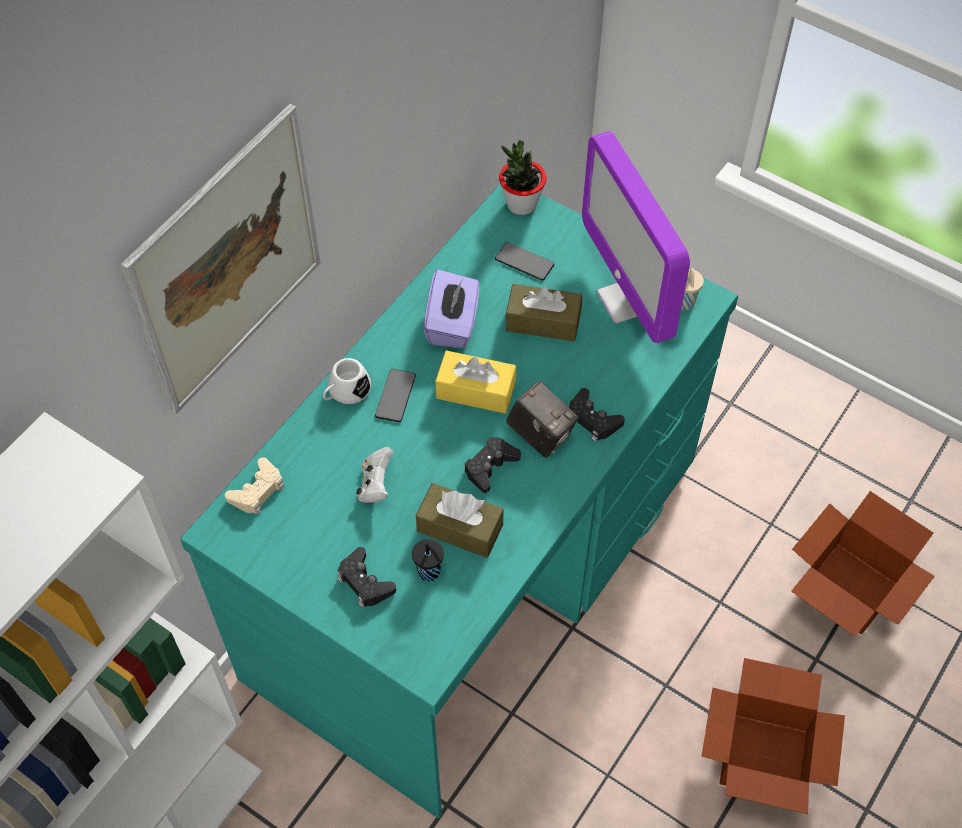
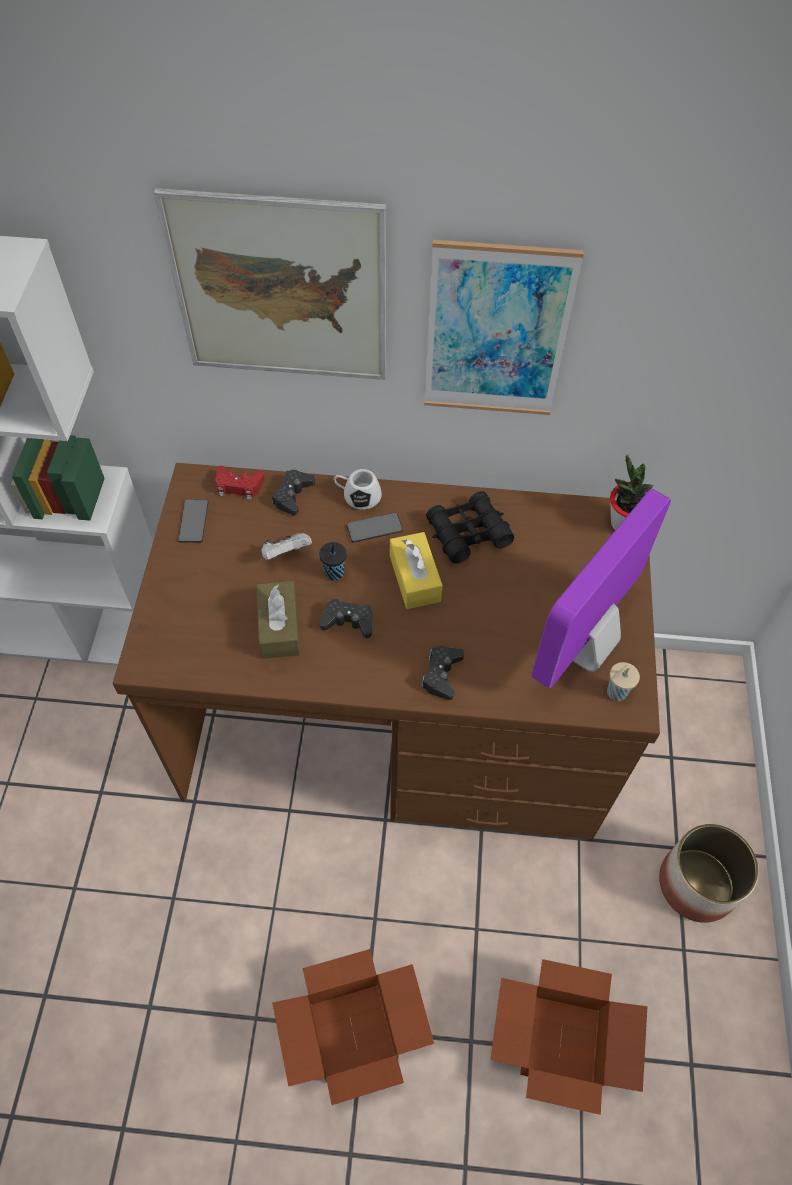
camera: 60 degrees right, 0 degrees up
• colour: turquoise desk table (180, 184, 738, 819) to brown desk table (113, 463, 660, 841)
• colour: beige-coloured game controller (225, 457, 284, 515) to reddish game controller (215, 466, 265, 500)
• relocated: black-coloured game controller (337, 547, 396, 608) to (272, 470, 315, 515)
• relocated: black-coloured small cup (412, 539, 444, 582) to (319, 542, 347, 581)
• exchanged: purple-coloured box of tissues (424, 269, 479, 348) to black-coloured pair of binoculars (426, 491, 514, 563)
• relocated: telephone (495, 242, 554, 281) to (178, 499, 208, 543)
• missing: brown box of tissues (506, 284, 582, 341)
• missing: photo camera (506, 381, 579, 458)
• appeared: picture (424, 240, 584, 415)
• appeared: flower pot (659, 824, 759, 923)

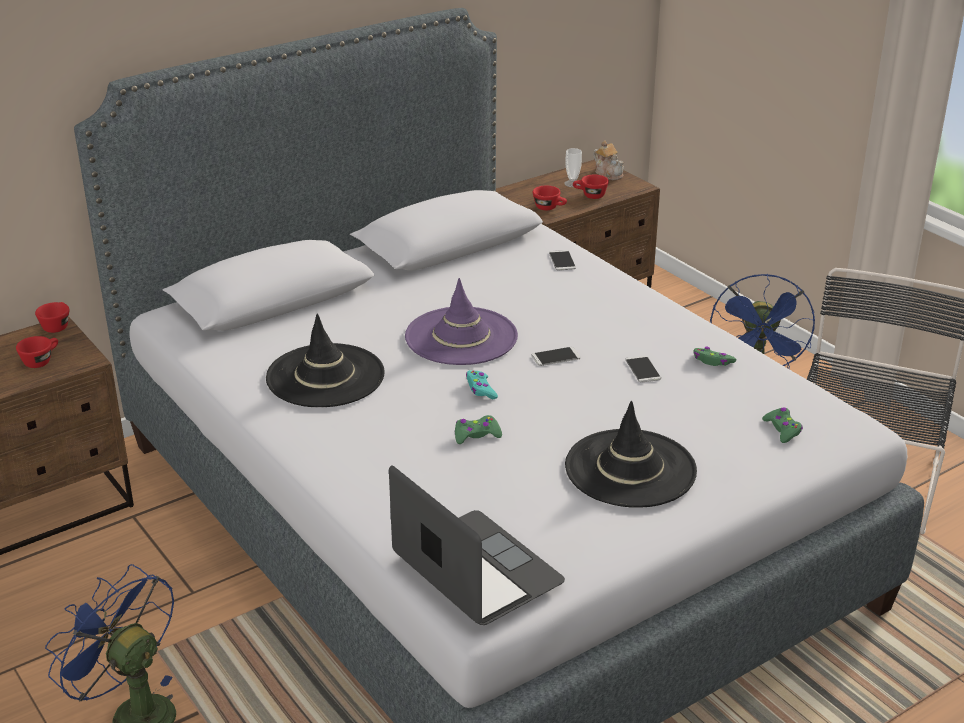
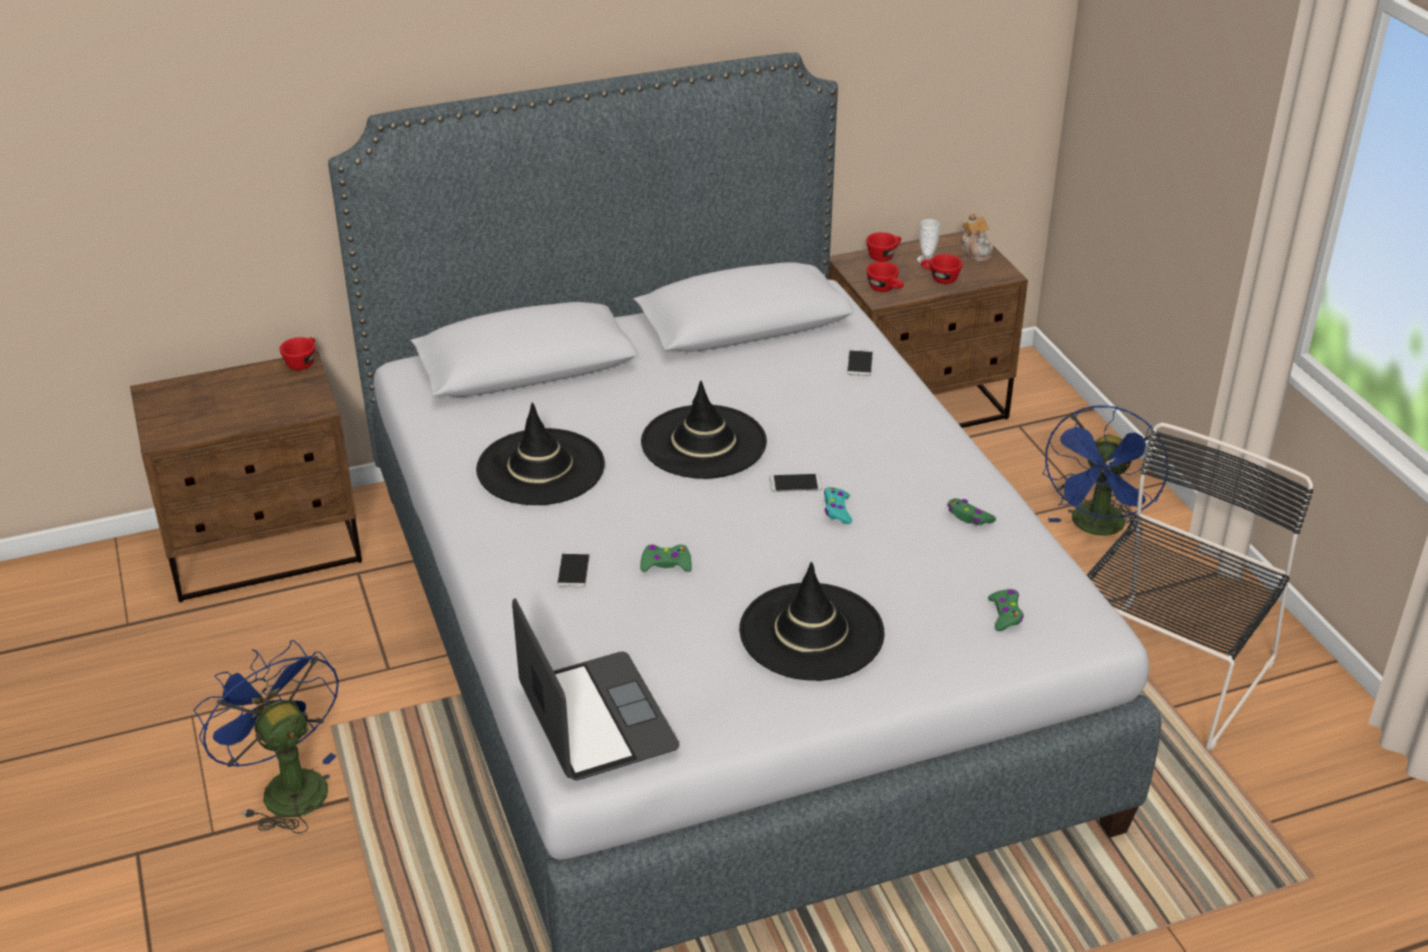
camera: 15 degrees right, 5 degrees up
• relocated: reddish small cup (16, 336, 58, 368) to (866, 232, 901, 262)
• colour: purple-coloured wearable hat (405, 278, 518, 365) to black-coloured wearable hat (641, 381, 767, 479)
• relocated: turquoise game controller (466, 370, 498, 399) to (824, 487, 852, 524)
• relocated: telephone (625, 355, 661, 383) to (557, 551, 590, 588)

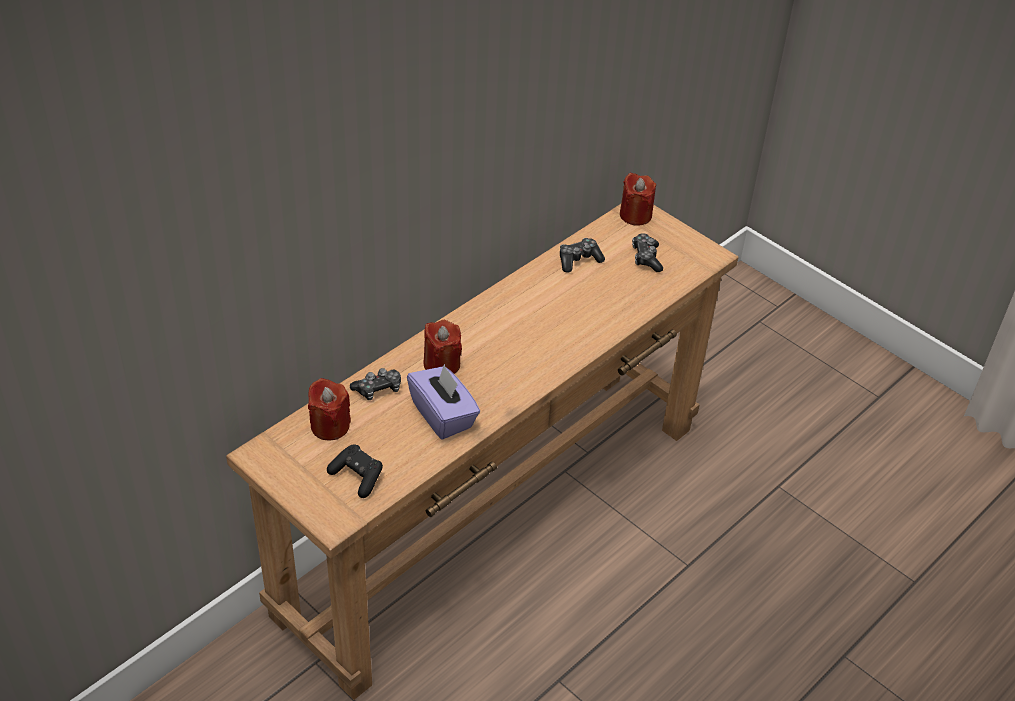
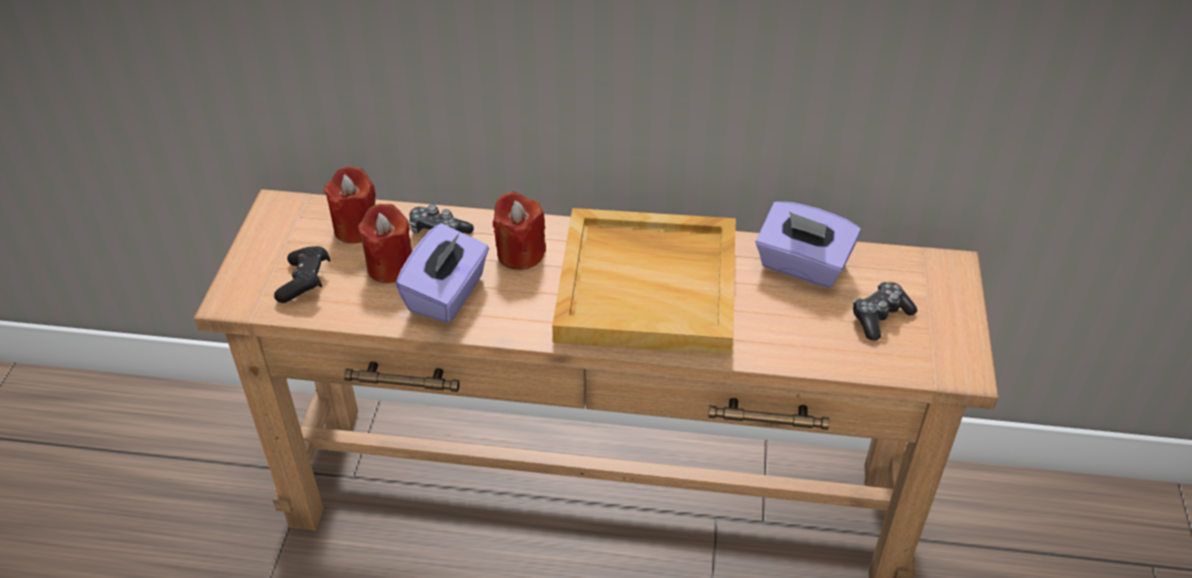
camera: 55 degrees right, 0 degrees up
• exchanged: game controller (560, 238, 605, 273) to purple-coloured box of tissues (755, 202, 861, 288)
• relocated: reddish candle (620, 173, 656, 226) to (358, 204, 412, 283)
• appeared: beige-coloured carrying tray (552, 208, 736, 356)

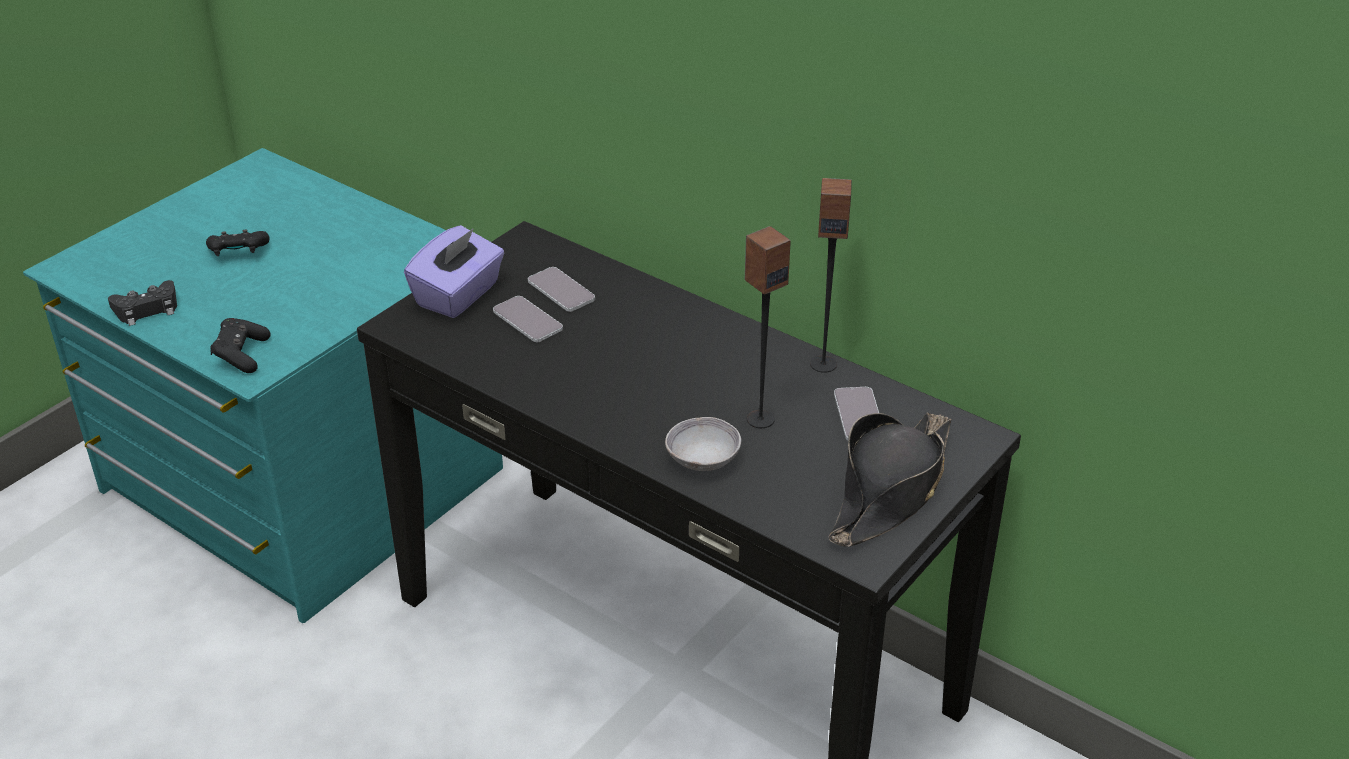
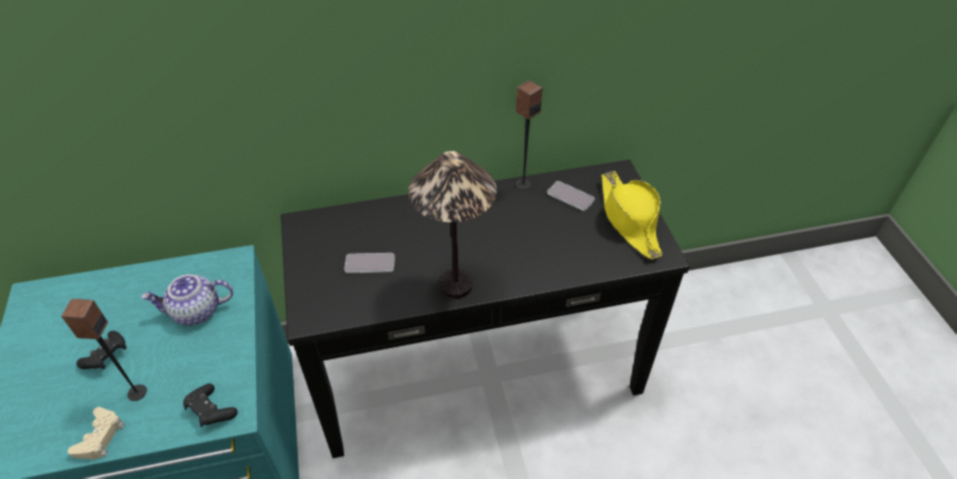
camera: 50 degrees left, 10 degrees up
• colour: black-coloured game controller (108, 280, 177, 326) to beige-coloured game controller (68, 407, 124, 459)
• missing: purple-coloured box of tissues (404, 225, 504, 318)
• missing: telephone (528, 267, 595, 312)
• missing: grey serving bowl (665, 417, 741, 471)
• relocated: loudspeaker (745, 226, 791, 428) to (61, 299, 147, 401)
• colour: black-coloured wearable hat (828, 412, 951, 547) to yellow-coloured wearable hat (602, 171, 662, 259)
• appeared: tea pot (141, 274, 233, 326)
• appeared: lamp for a table (408, 151, 497, 298)

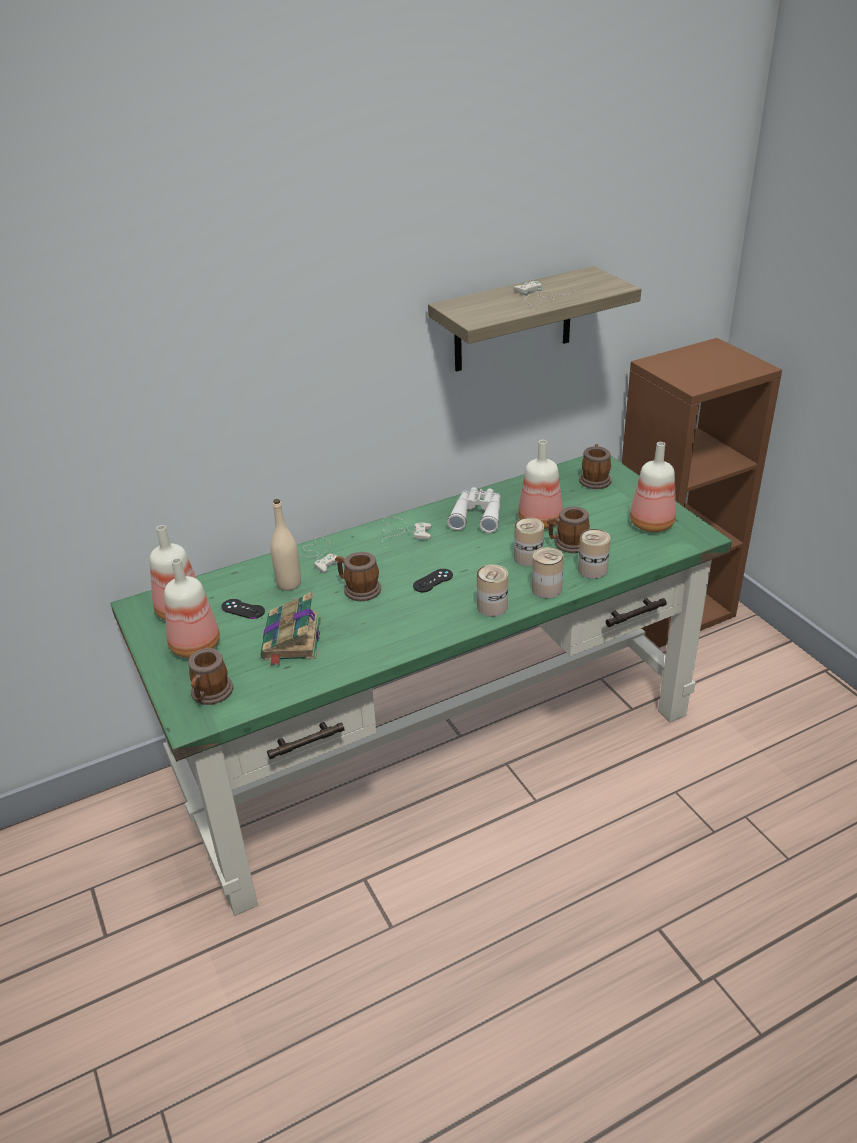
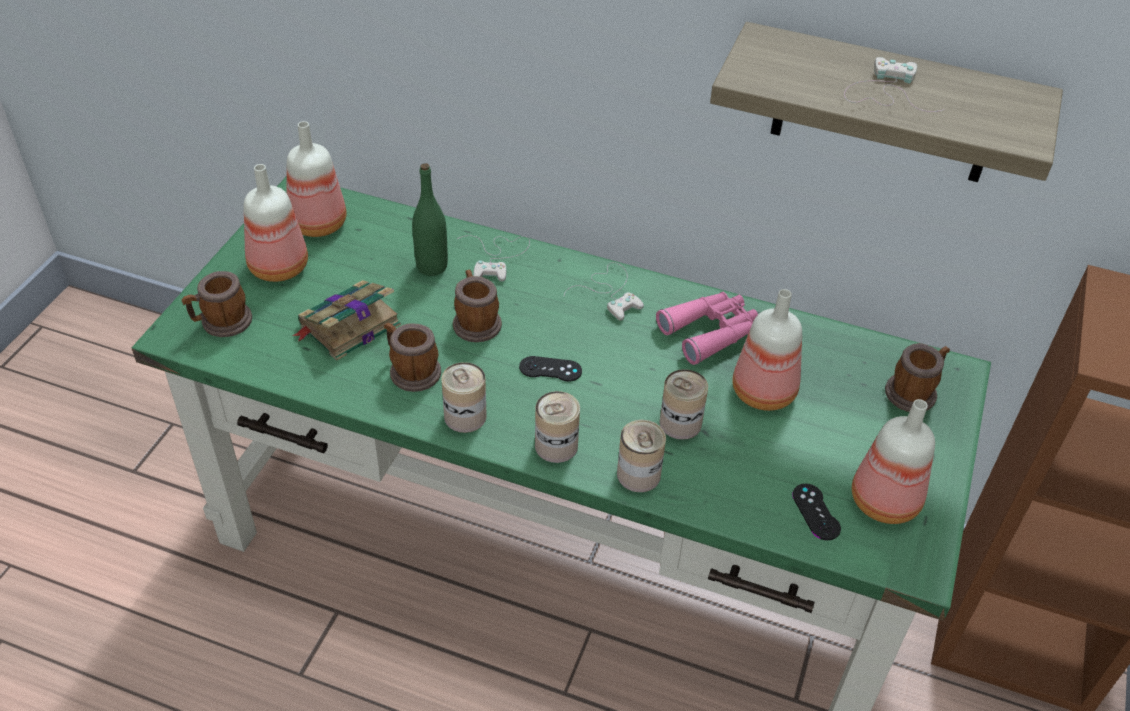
camera: 45 degrees right, 10 degrees up
• relocated: black-coloured game controller (221, 599, 265, 619) to (792, 484, 841, 540)
• colour: beige-coloured bottle (271, 499, 301, 591) to green bottle (412, 163, 448, 276)
• colour: whitish pair of binoculars (447, 487, 501, 533) to pink-coloured pair of binoculars (656, 292, 758, 365)
• relocated: coffee mug (547, 506, 590, 553) to (384, 323, 441, 392)
• relocated: sealed can (578, 529, 611, 579) to (441, 362, 487, 433)

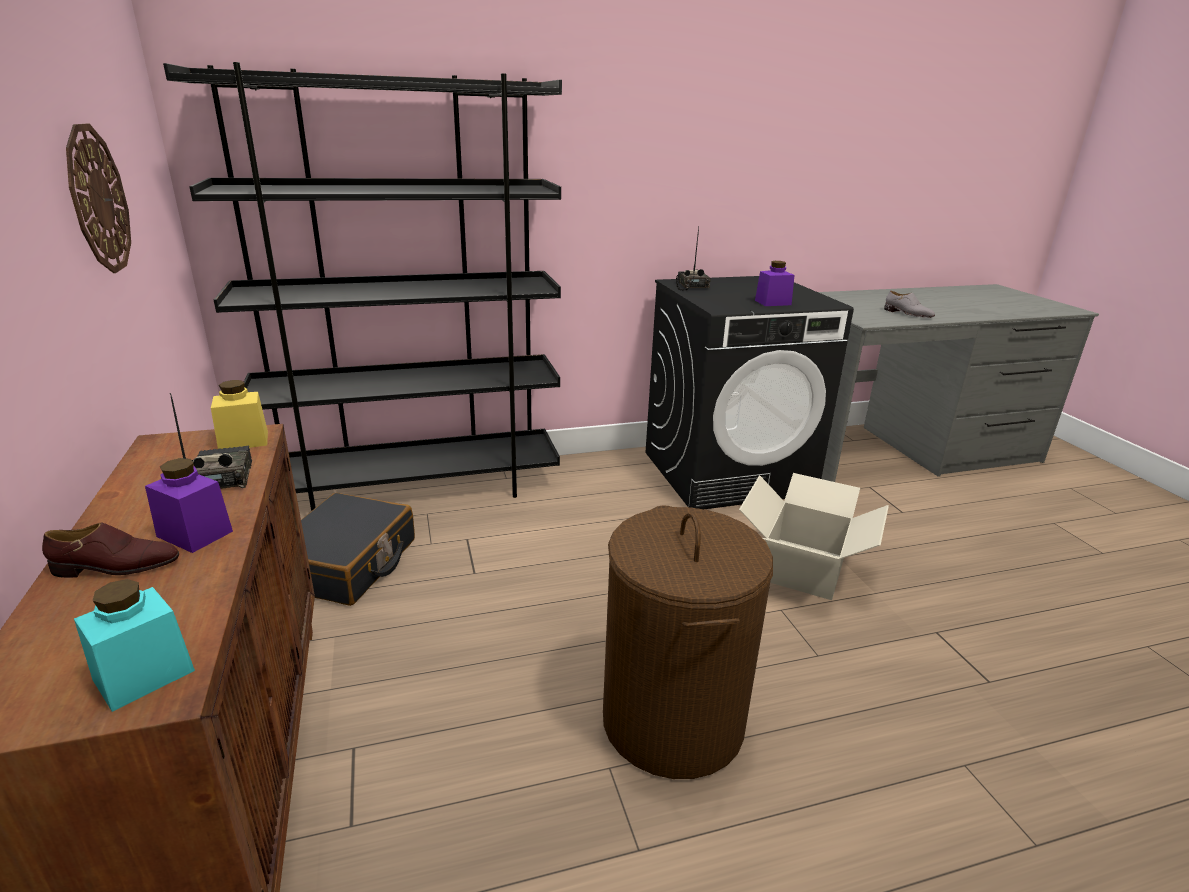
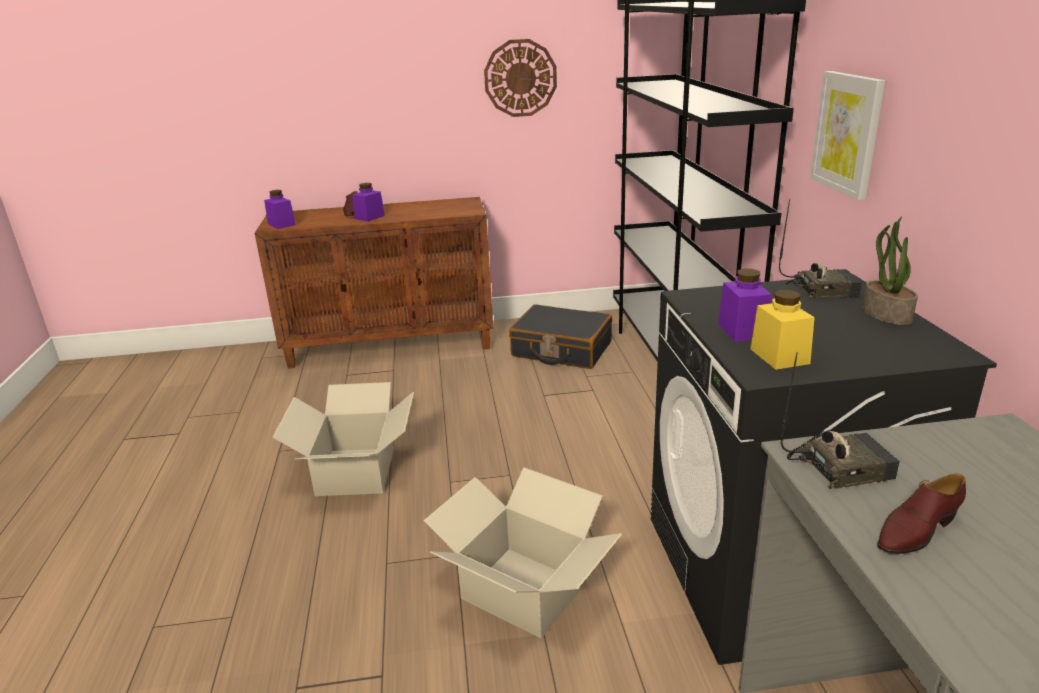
camera: 100 degrees right, 0 degrees up
• colour: turquoise storage jar (74, 579, 195, 712) to purple-coloured storage jar (264, 190, 296, 229)
• relocated: radio set (170, 393, 252, 489) to (781, 352, 900, 489)
• relocated: yellow-coloured storage jar (211, 380, 268, 449) to (751, 290, 815, 370)
• exchanged: brown washing basket (603, 505, 773, 779) to carton (272, 382, 414, 496)
• colour: grey low shoe (884, 291, 935, 318) to brown low shoe (877, 474, 966, 554)
• appeared: picture (810, 71, 885, 200)
• appeared: plant in a pot (862, 216, 918, 325)

